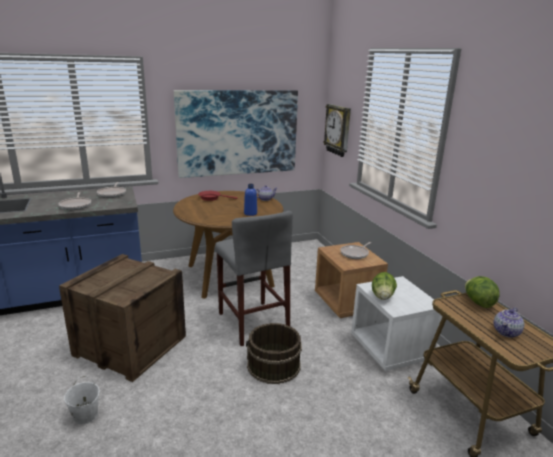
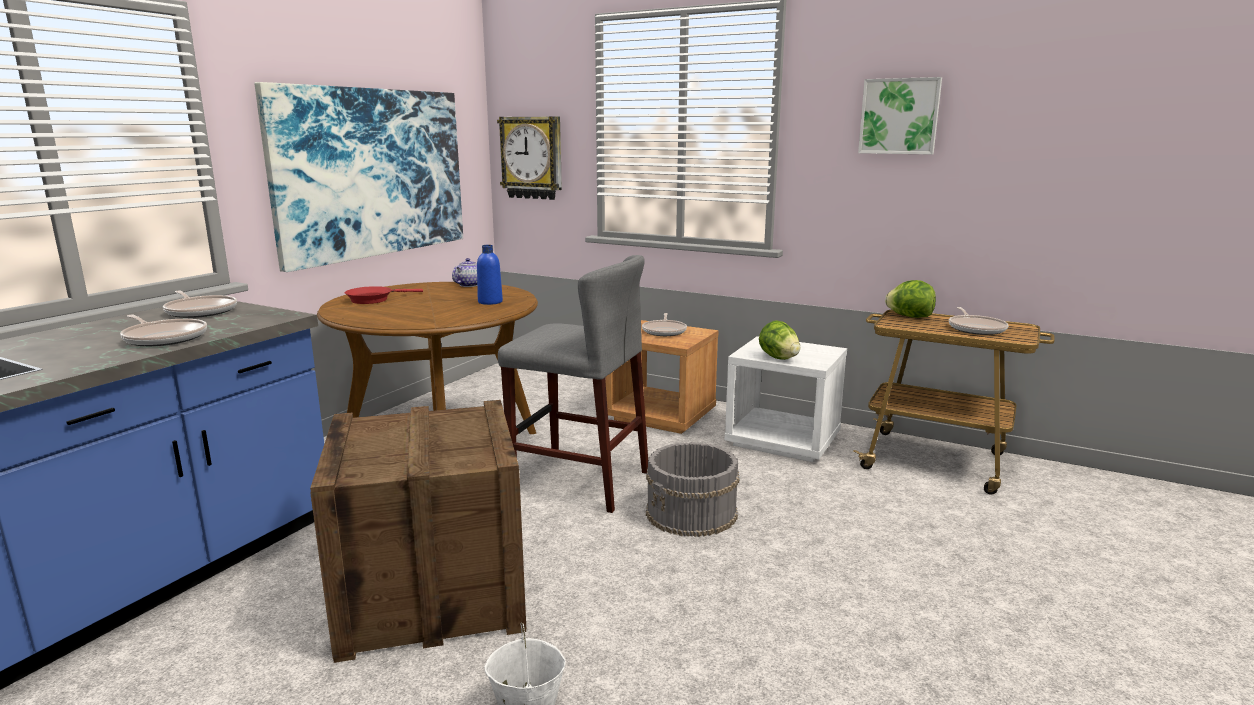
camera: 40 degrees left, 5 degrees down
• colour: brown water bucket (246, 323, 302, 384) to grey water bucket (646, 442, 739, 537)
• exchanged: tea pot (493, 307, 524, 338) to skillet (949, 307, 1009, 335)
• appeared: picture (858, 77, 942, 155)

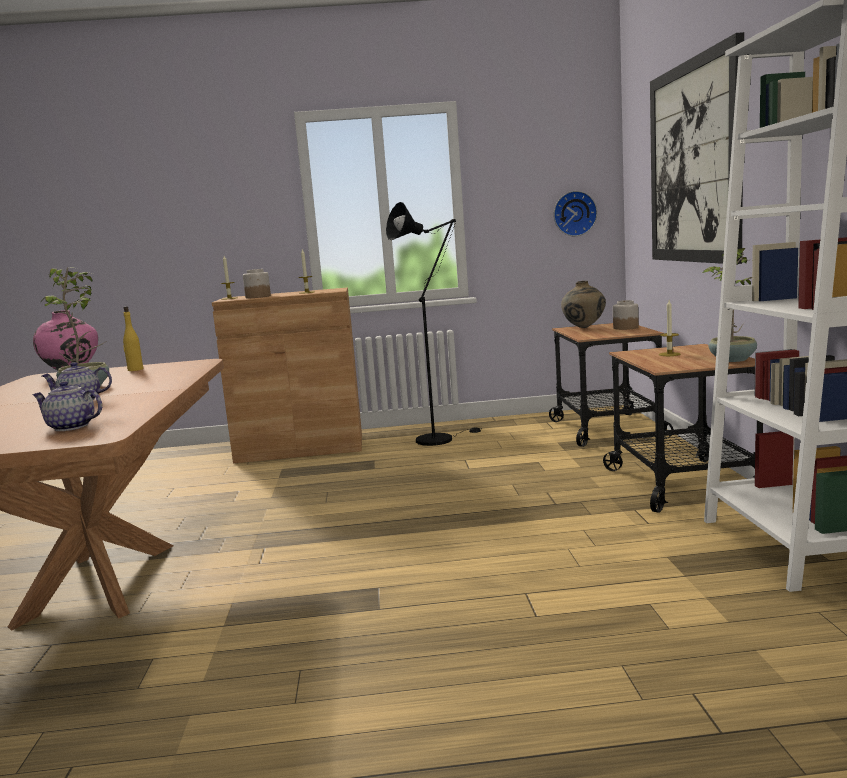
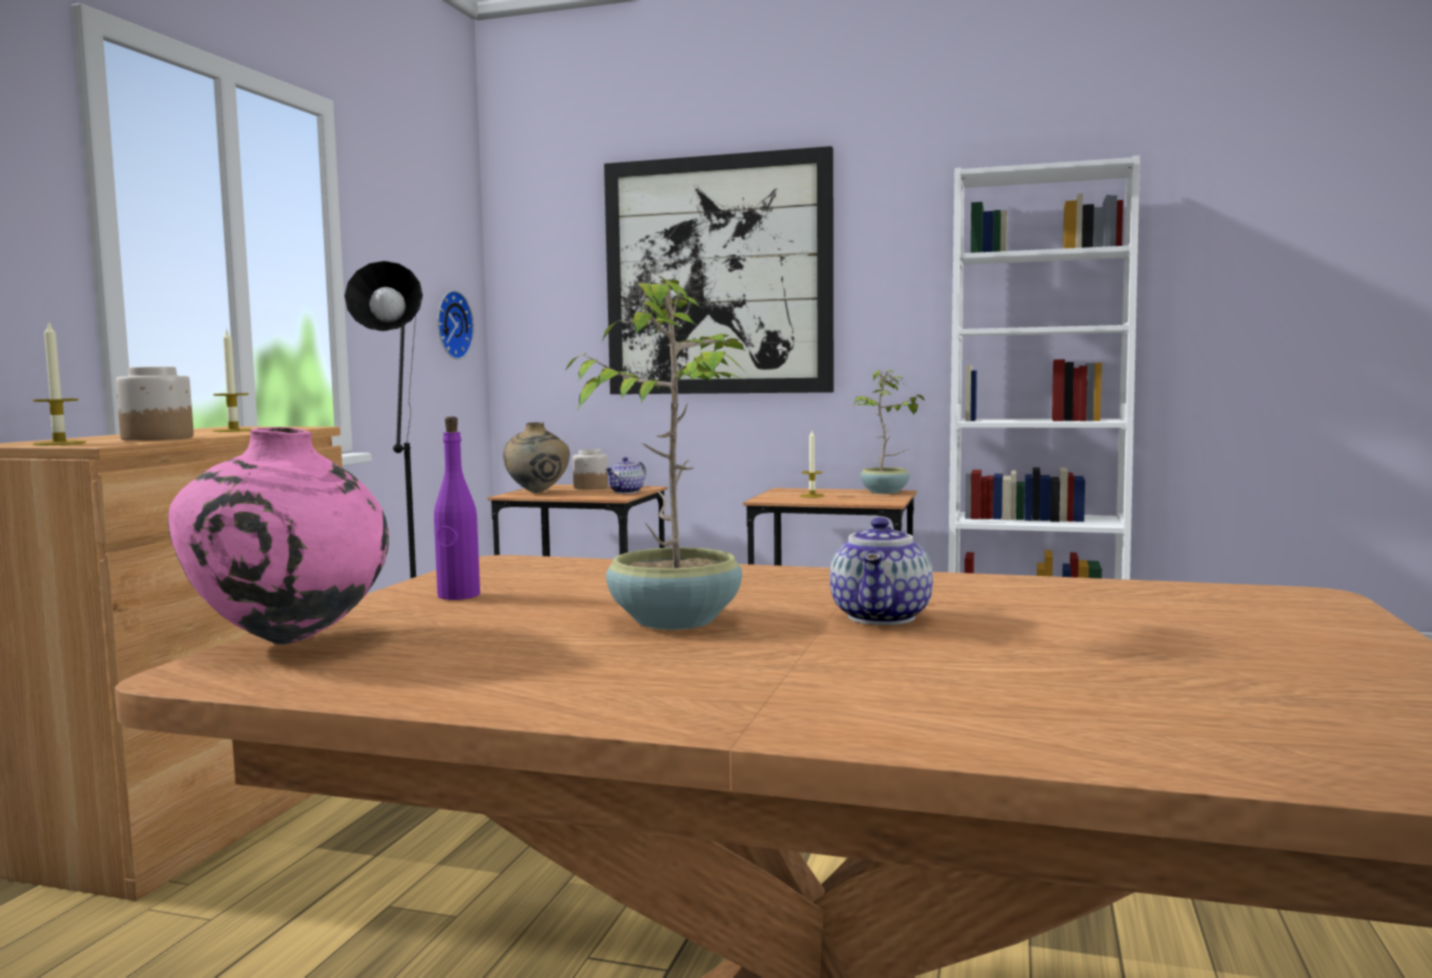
camera: 70 degrees left, 5 degrees down
• relocated: tea pot (32, 381, 102, 431) to (605, 457, 646, 494)
• colour: yellow-coloured bottle (123, 306, 143, 371) to purple-coloured bottle (434, 417, 480, 600)

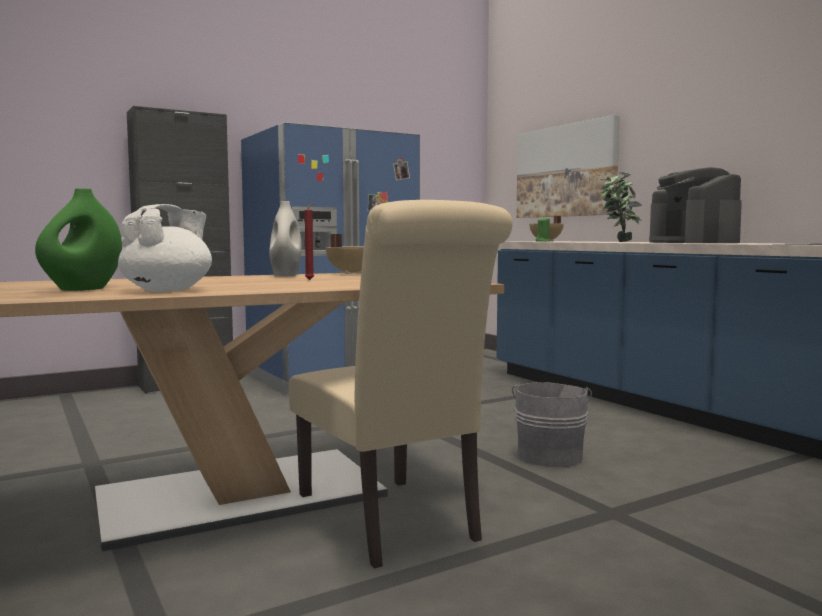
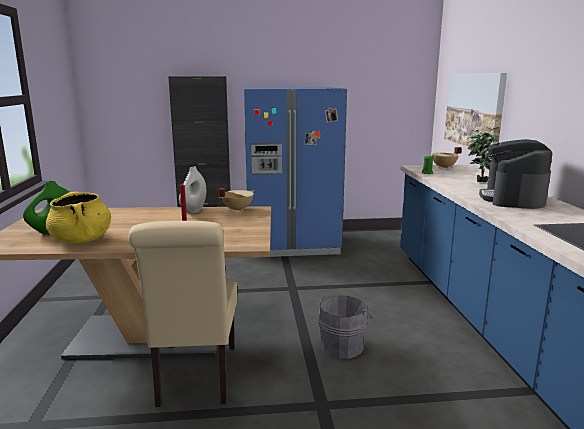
camera: 25 degrees right, 10 degrees up
• exchanged: whitish tea pot (118, 204, 212, 292) to yellow-coloured stockpot (46, 192, 111, 244)

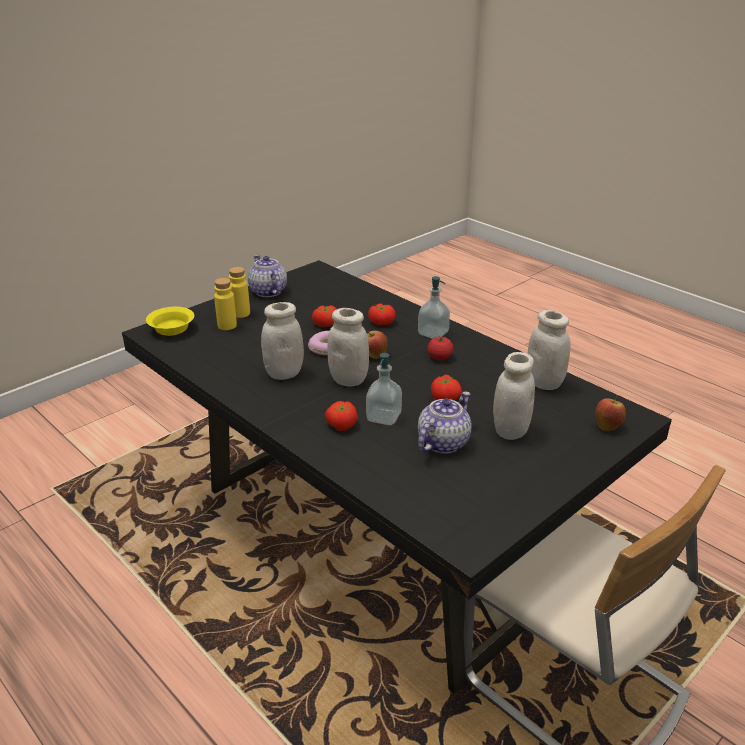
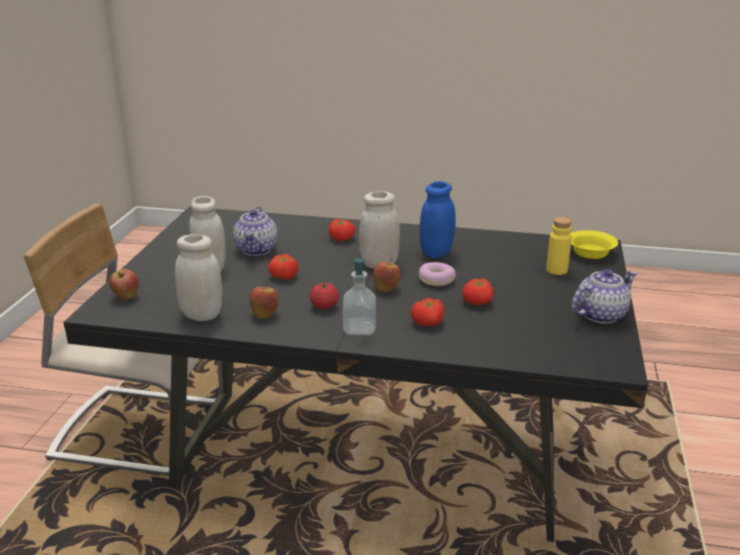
camera: 145 degrees right, 5 degrees down
• missing: yellow-coloured bottle (229, 267, 250, 318)
• spun: tea pot (248, 255, 287, 297) = (571, 269, 637, 324) 60 degrees counterclockwise
• colour: whitish storage jar (261, 302, 304, 380) to blue storage jar (420, 181, 456, 258)
• missing: soap dispenser (366, 353, 402, 425)
• appeared: whole apple (249, 281, 279, 319)

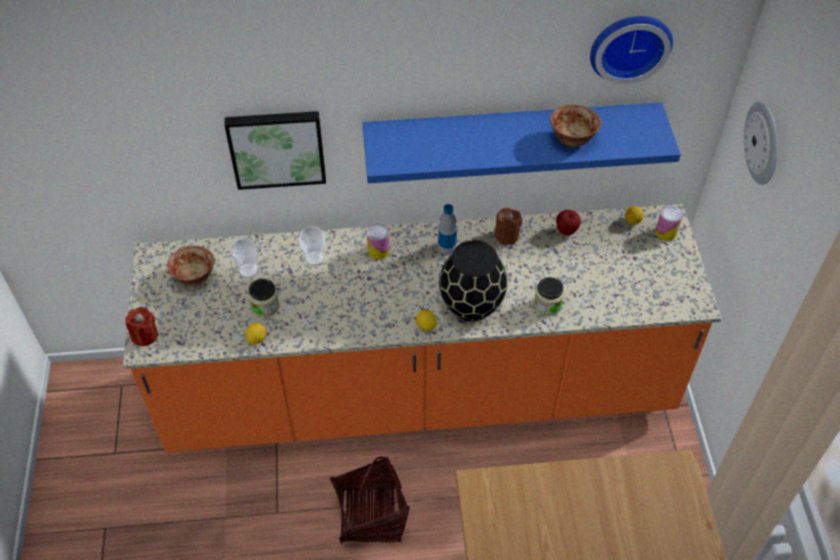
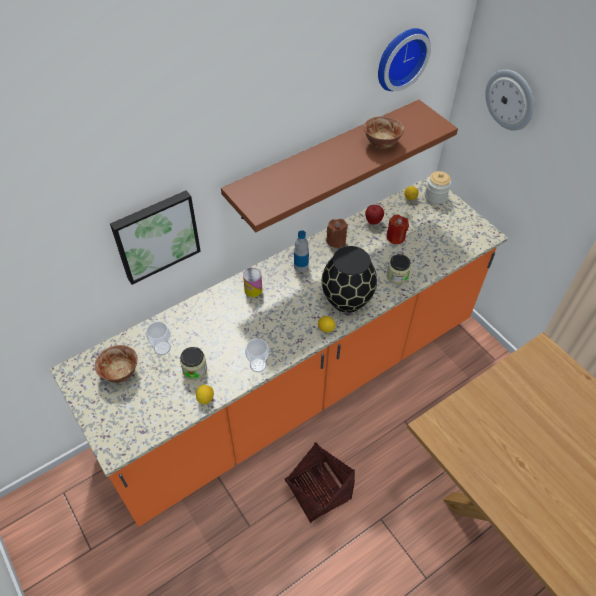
camera: 30 degrees left, 0 degrees up
• relocated: reddish candle (125, 307, 158, 346) to (386, 215, 409, 244)
• relocated: small cup (299, 226, 325, 266) to (245, 338, 269, 372)
• colour: blue wall shelf (363, 102, 681, 183) to brown wall shelf (221, 100, 458, 232)
• exchanged: sealed can (655, 206, 683, 241) to storage jar (425, 171, 451, 204)

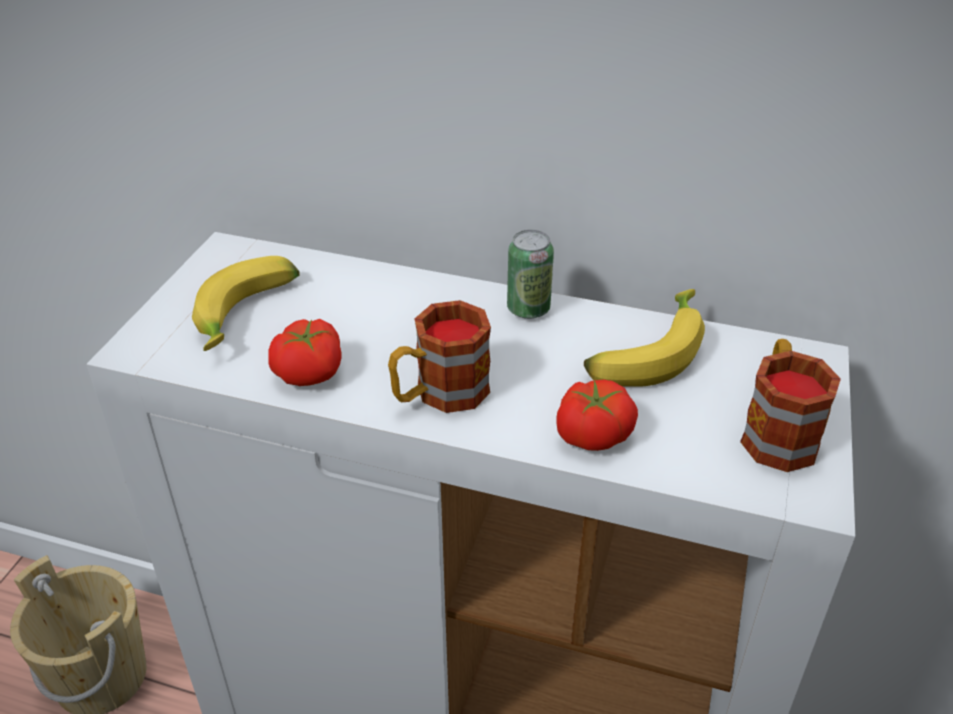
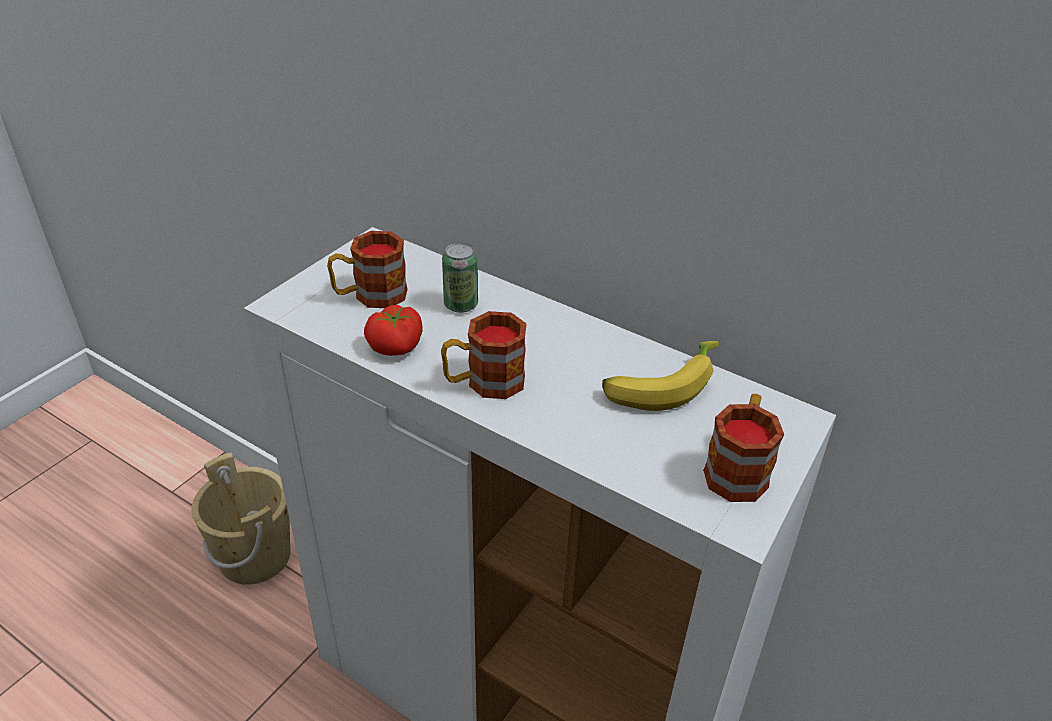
camera: 15 degrees right, 0 degrees up
• exchanged: banana fruit (192, 256, 300, 351) to coffee mug (327, 231, 408, 308)
• relocated: sealed can (507, 230, 554, 319) to (442, 242, 478, 313)
• missing: whole tomato (556, 380, 638, 451)

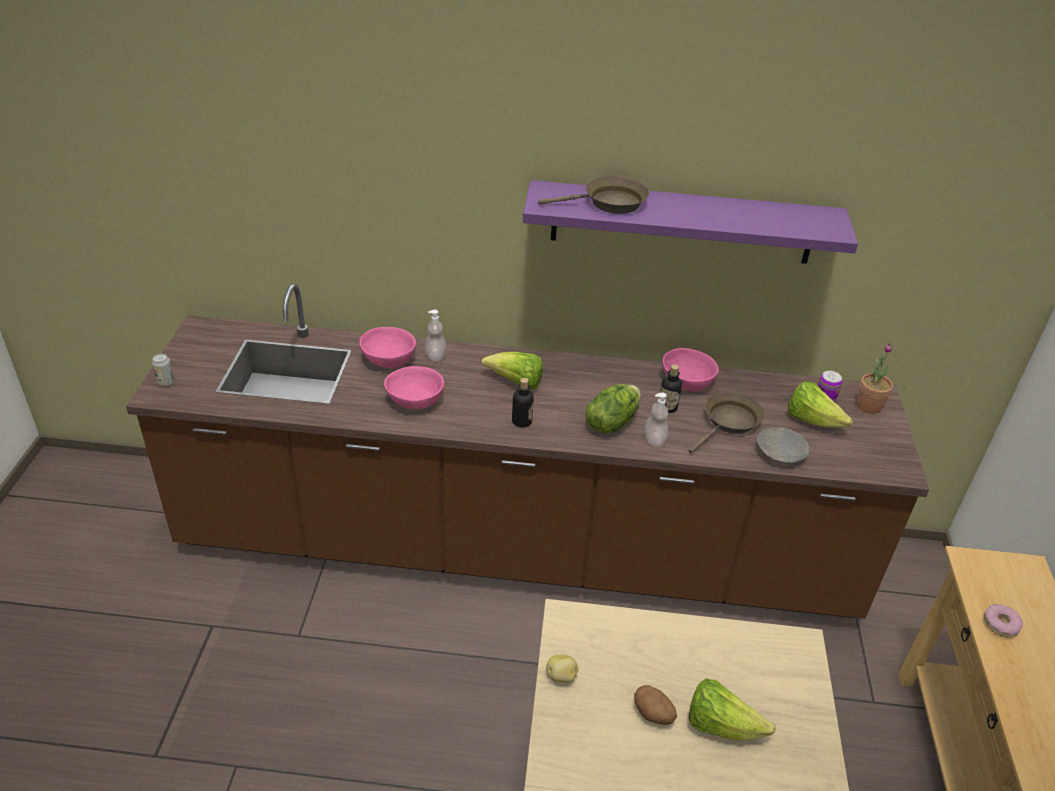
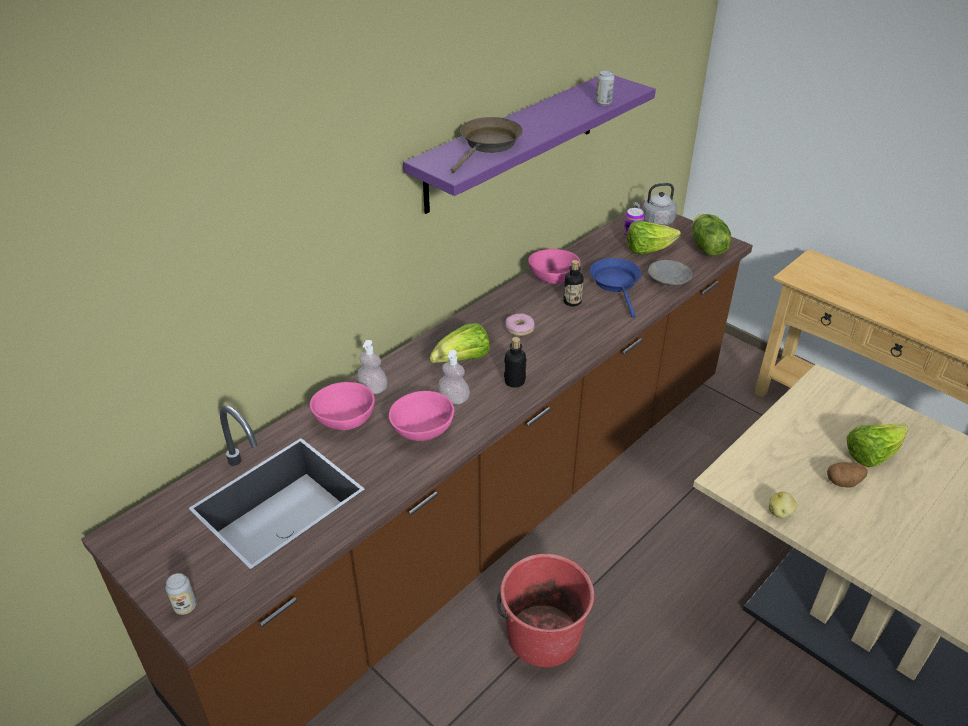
camera: 50 degrees left, 0 degrees up
• relocated: lettuce head (586, 384, 641, 433) to (692, 214, 731, 256)
• relocated: soap dispenser (645, 392, 668, 447) to (438, 350, 470, 404)
• colour: brown skillet (688, 391, 764, 453) to blue skillet (590, 258, 642, 318)
• exchanged: plant in a pot (856, 343, 893, 414) to grey kettle (634, 183, 677, 226)
• relocated: donut (984, 604, 1023, 638) to (506, 313, 535, 336)
• appeared: reddish water bucket (496, 554, 594, 667)
• appeared: sealed can (596, 70, 615, 105)

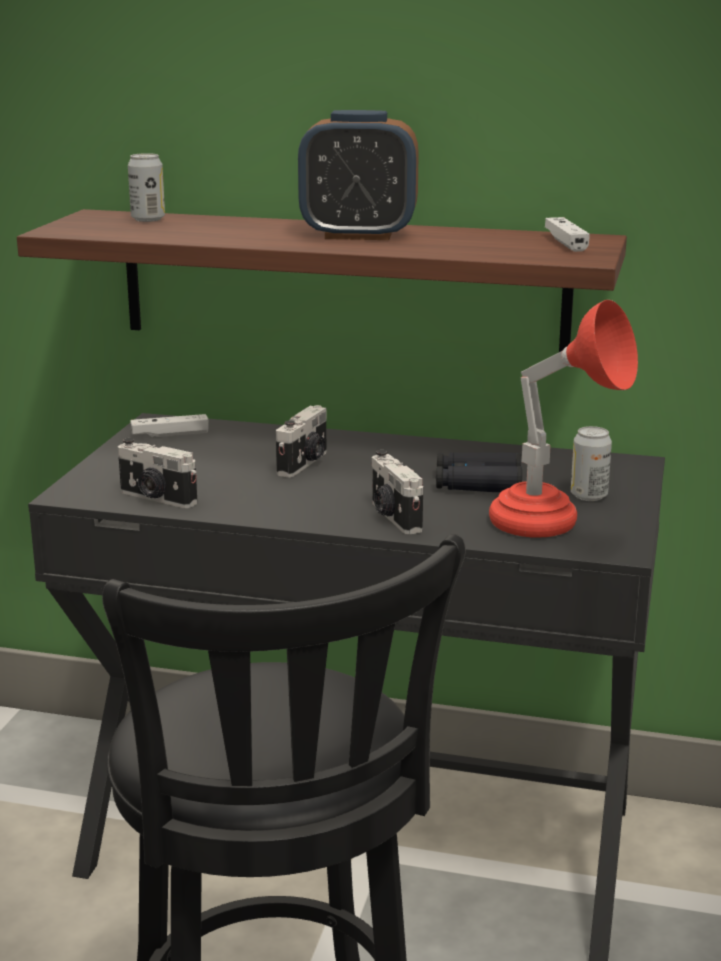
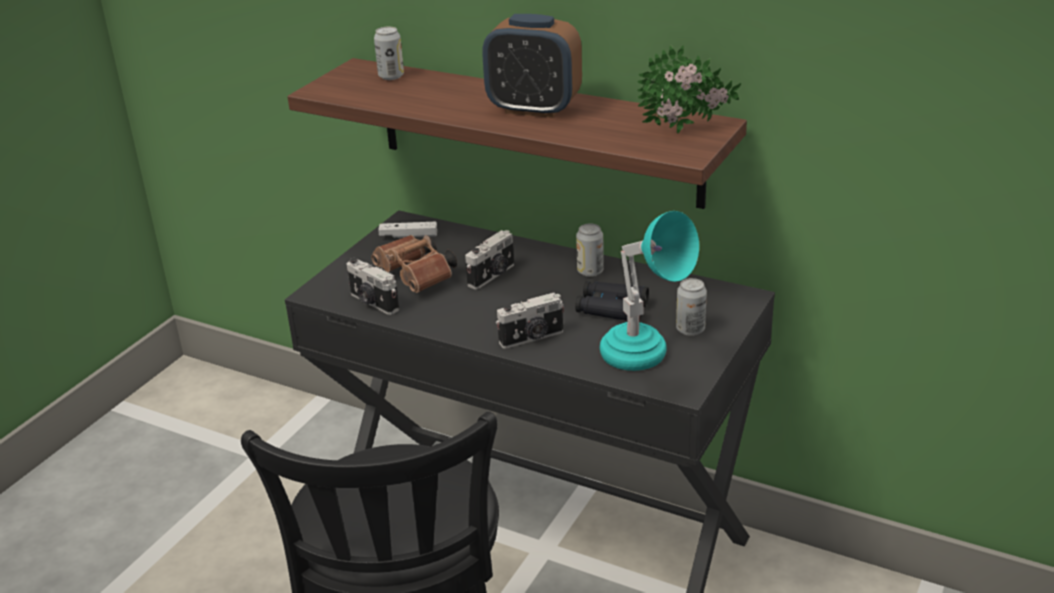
camera: 15 degrees right, 10 degrees up
• spun: photo camera (372, 450, 423, 534) = (496, 293, 564, 349) 105 degrees counterclockwise
• colour: reddish lamp for a table (489, 300, 638, 537) to turquoise lamp for a table (600, 211, 699, 371)
• exchanged: whitish game controller (545, 217, 589, 252) to plant in a pot (637, 45, 741, 133)
• appeared: brown pair of binoculars (371, 235, 457, 293)
• appeared: sealed can (576, 224, 604, 277)

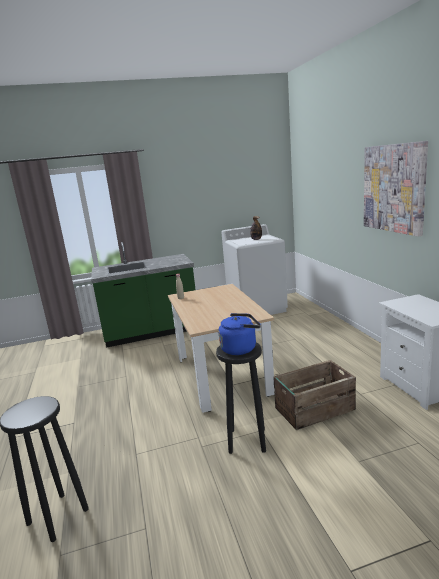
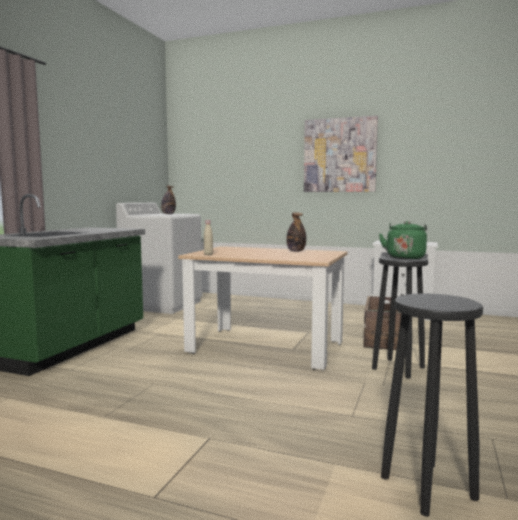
camera: 55 degrees left, 10 degrees down
• colour: blue kettle (219, 313, 261, 355) to green kettle (379, 221, 427, 259)
• appeared: bottle (286, 212, 306, 252)

